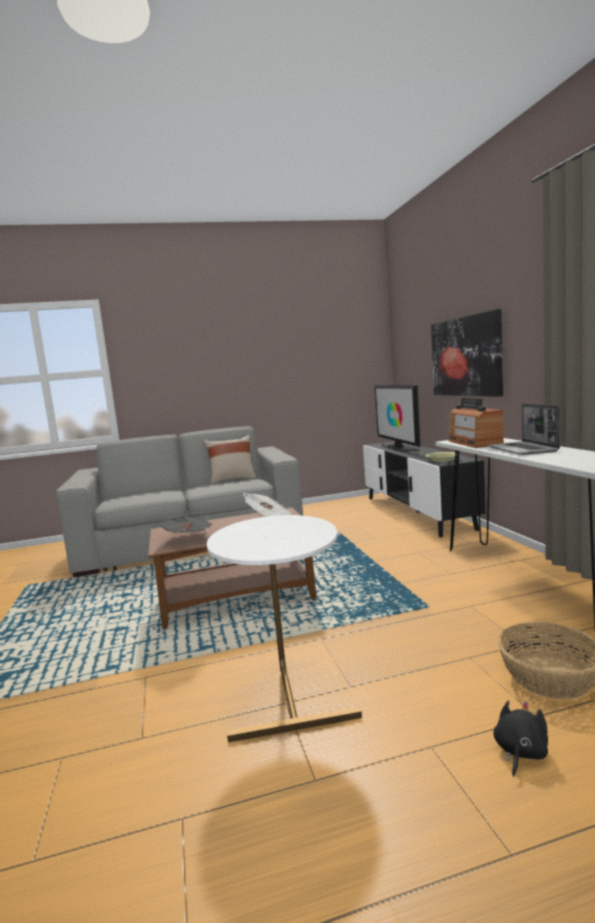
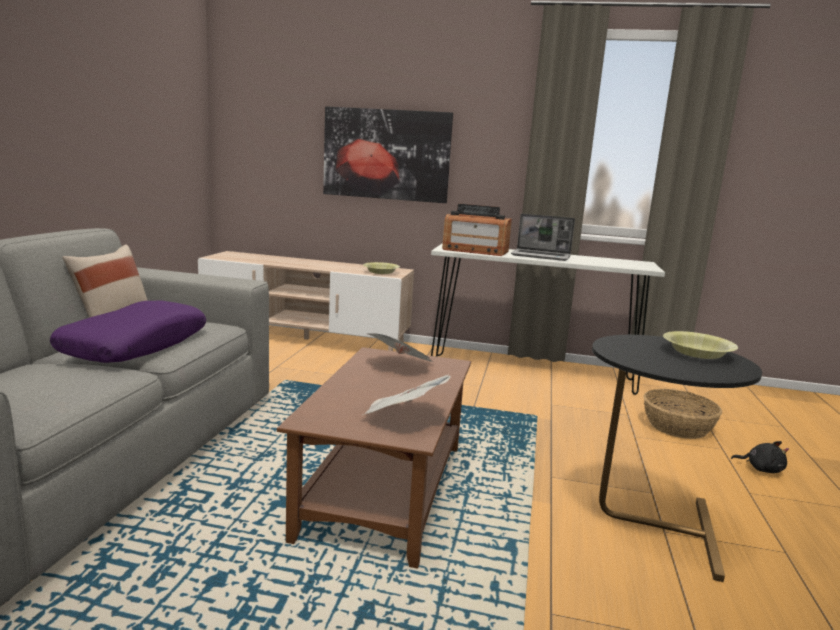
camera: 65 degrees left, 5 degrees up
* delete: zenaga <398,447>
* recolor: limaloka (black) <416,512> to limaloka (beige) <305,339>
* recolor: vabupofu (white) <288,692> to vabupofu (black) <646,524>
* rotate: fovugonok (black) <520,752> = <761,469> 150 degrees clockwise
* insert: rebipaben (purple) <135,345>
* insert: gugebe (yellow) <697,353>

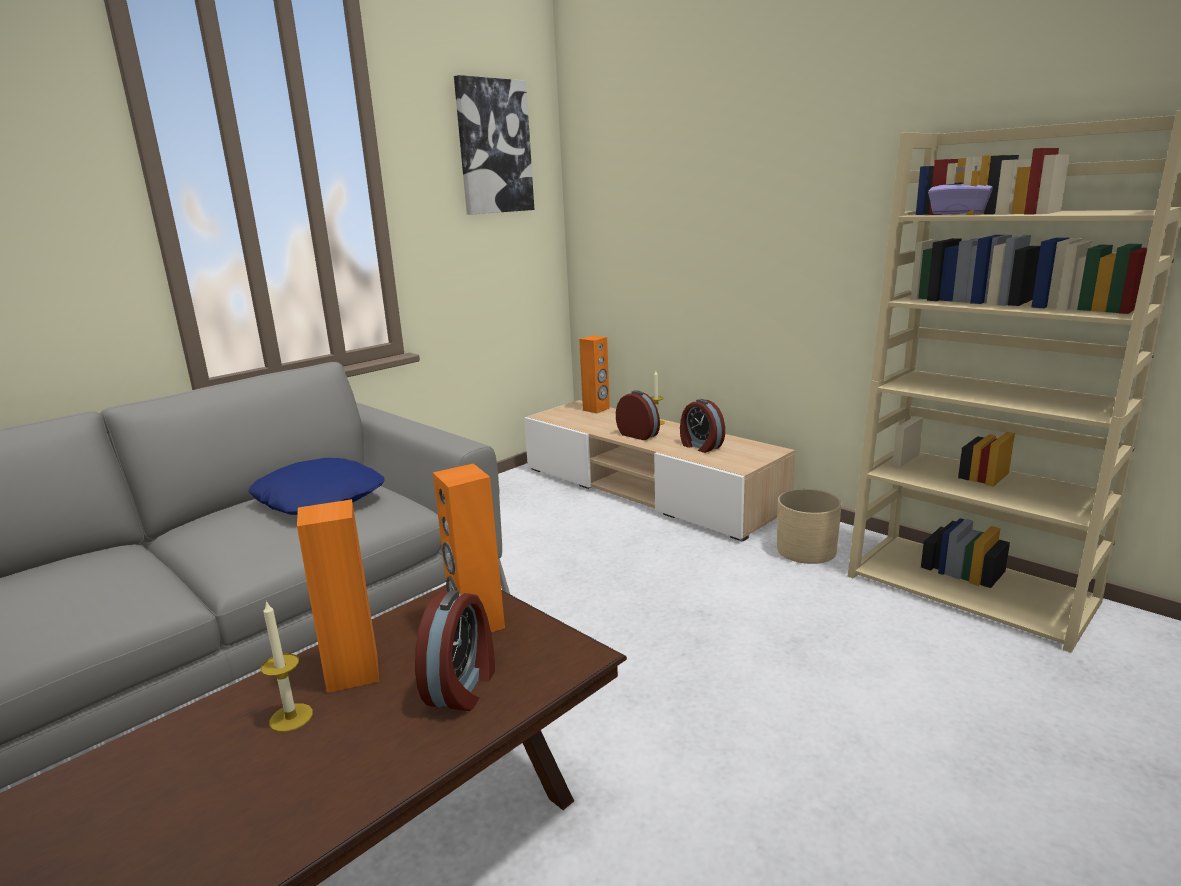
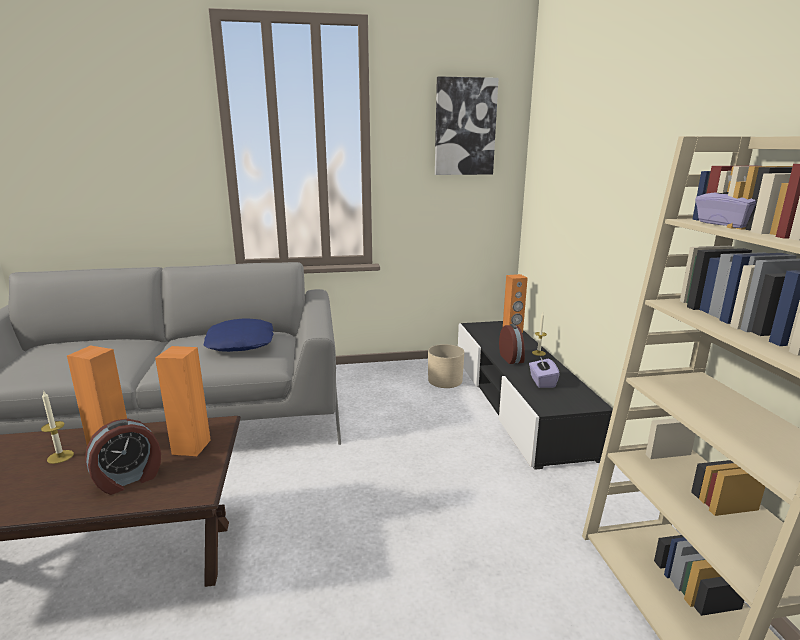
camera: 35 degrees right, 0 degrees up
* replace: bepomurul <700,446> to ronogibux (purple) <542,382>
* recolor: limaloka (beige) <648,489> to limaloka (black) <517,402>
* move: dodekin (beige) <805,550> to <445,380>

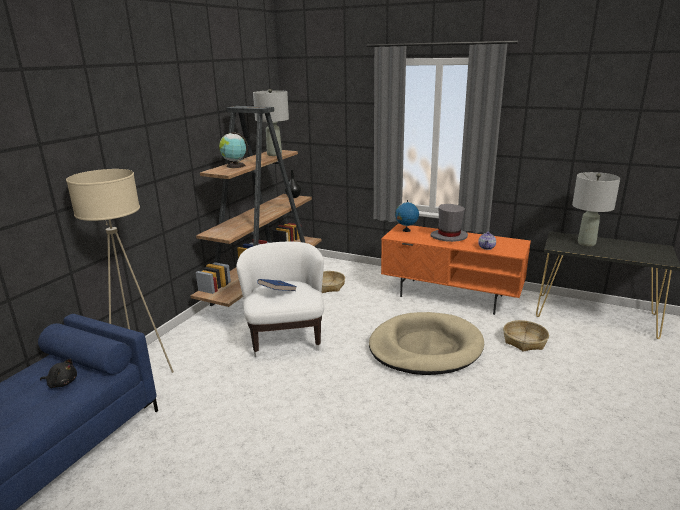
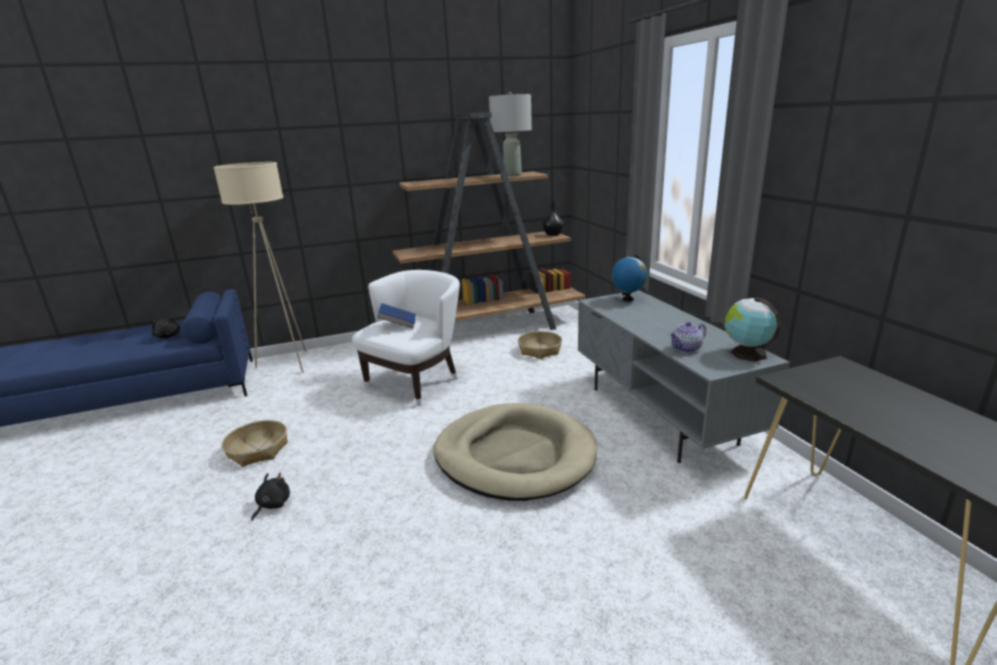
camera: 45 degrees right, 0 degrees up
* move: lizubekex <234,166> to <746,353>
* delete: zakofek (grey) <586,243>
* delete: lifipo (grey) <449,236>
* recolor: limaloka (orange) <452,296> to limaloka (grey) <661,415>
* move: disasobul <524,341> to <258,450>
* insert: fovugonok (black) <272,505>

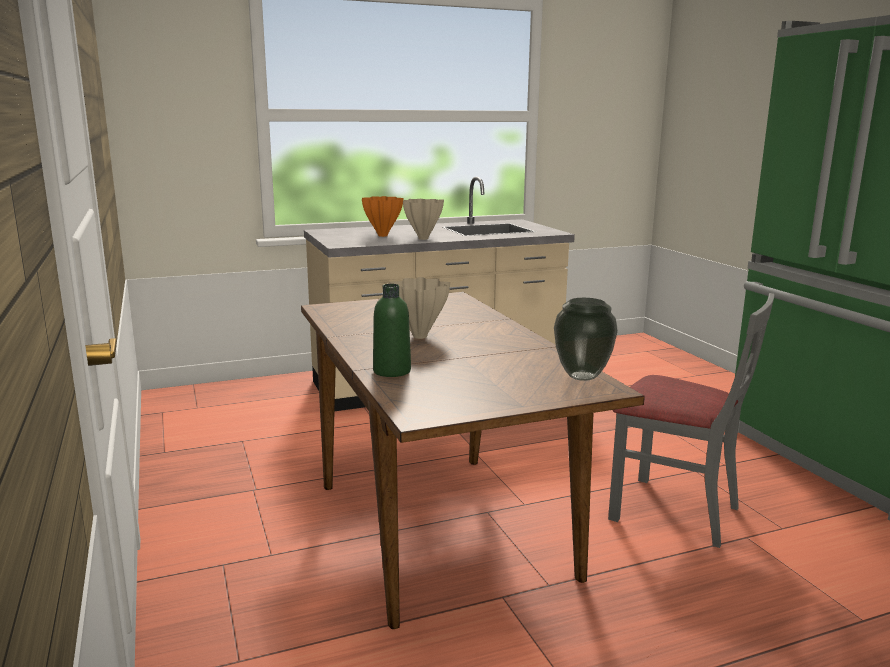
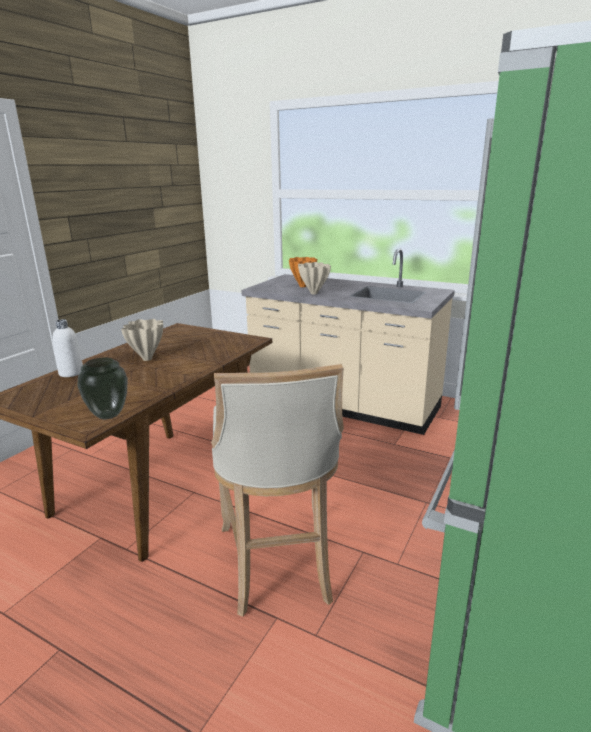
camera: 50 degrees right, 5 degrees up
* recolor: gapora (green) <392,371> to gapora (white) <71,373>
* replace: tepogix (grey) <674,511> to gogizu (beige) <278,565>

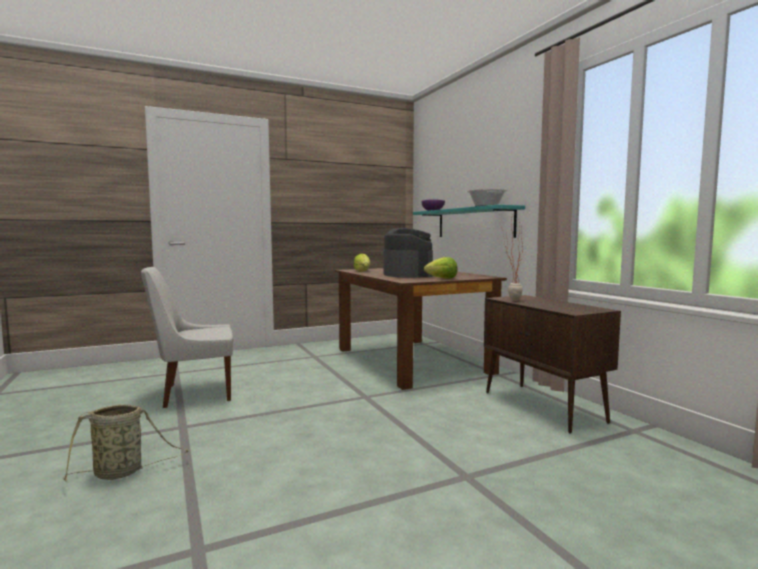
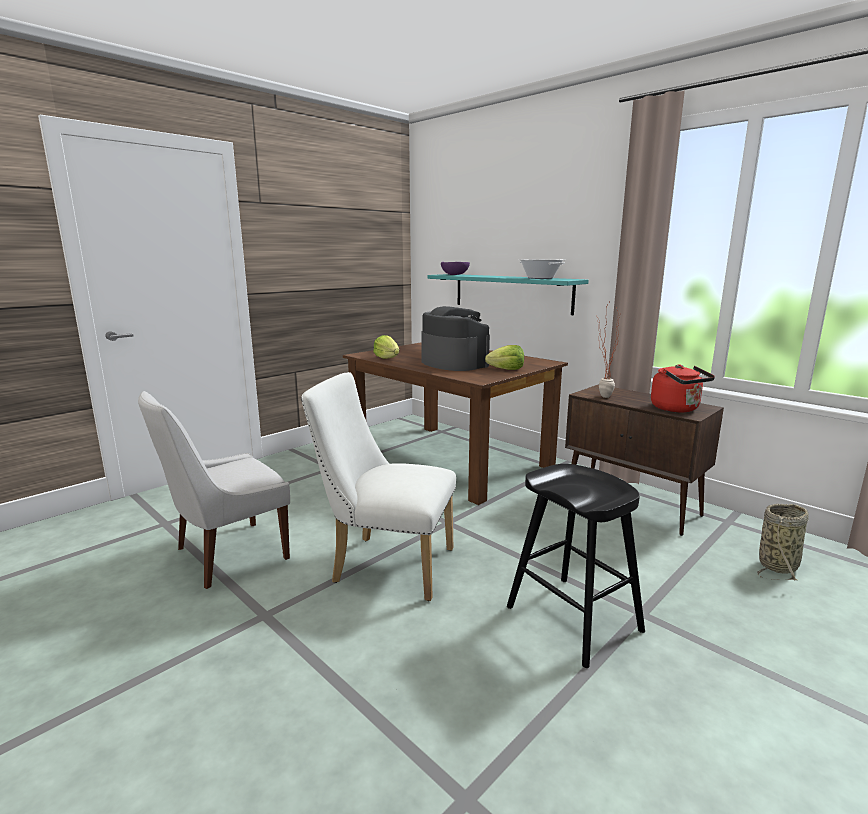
camera: 20 degrees left, 10 degrees up
* move: disasobul <122,472> to <778,565>
* insert: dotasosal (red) <677,409>
* insert: tepogix (white) <385,564>
* insert: gogizu (black) <573,618>

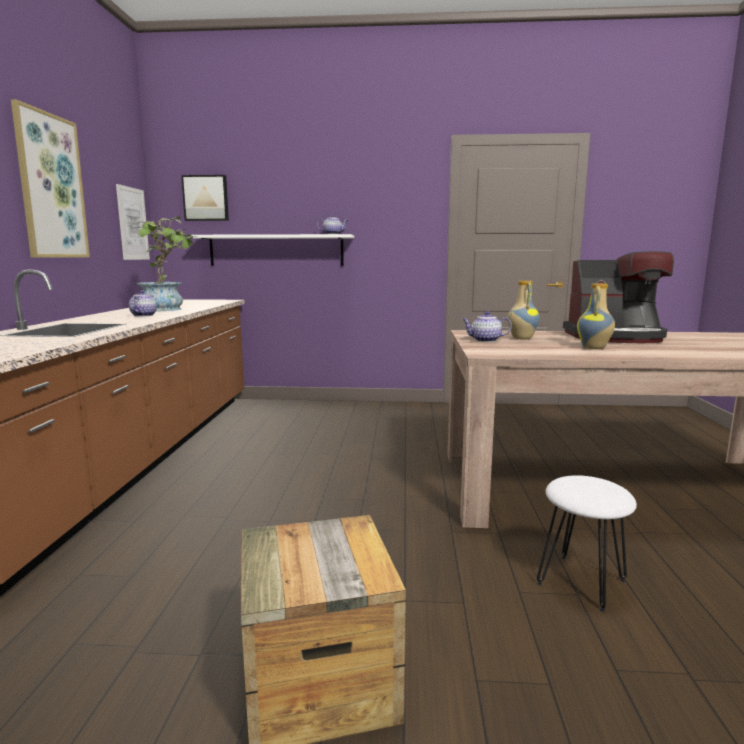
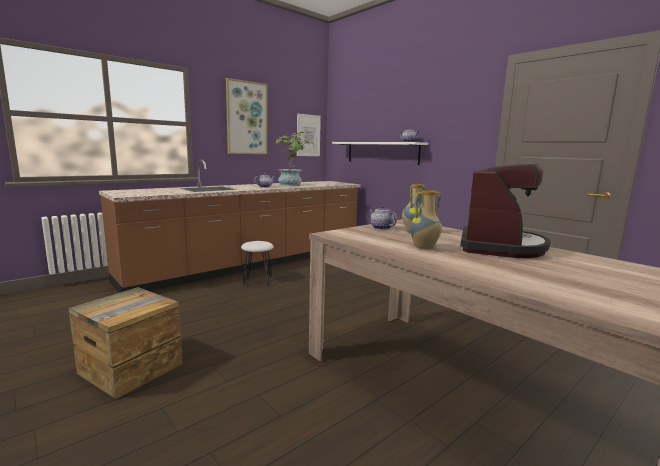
camera: 45 degrees right, 0 degrees up
* delete: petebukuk <206,198>
* rotate: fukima <614,337> = <500,247> 120 degrees counterclockwise
* move: gogizu (white) <581,582> to <257,281>

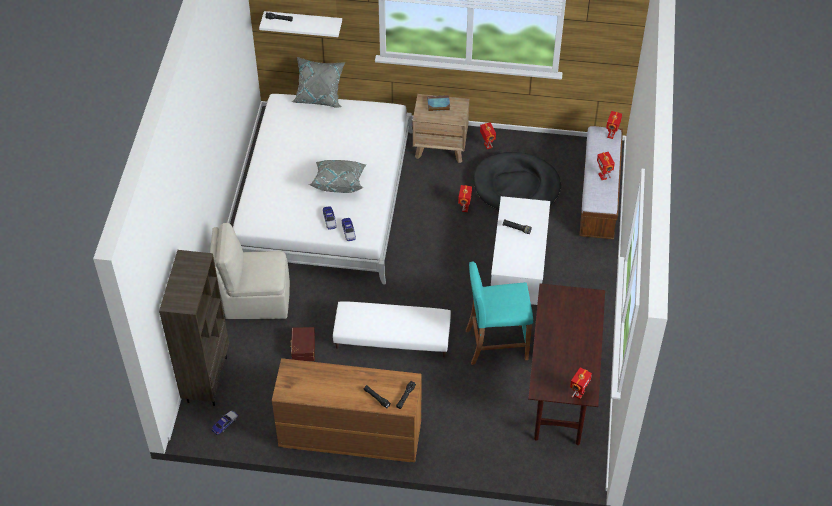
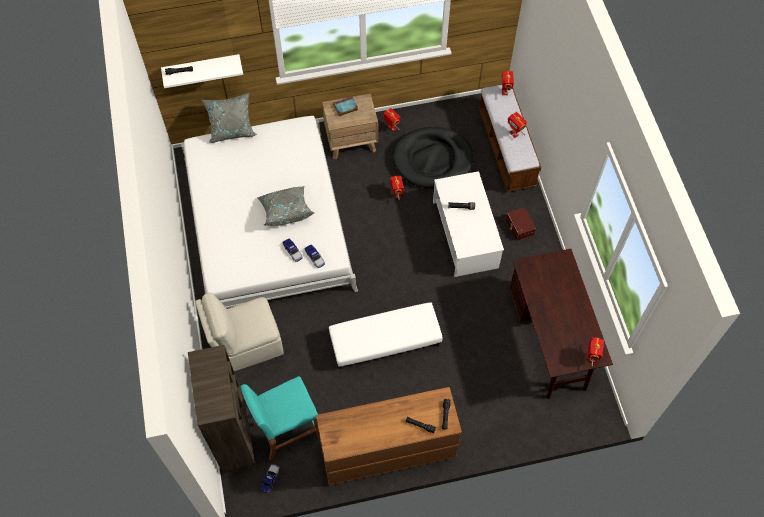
camera: 20 degrees left, 10 degrees up
* move: gogizu (turquoise) <496,344> to <287,430>
* move: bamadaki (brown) <302,348> to <519,227>

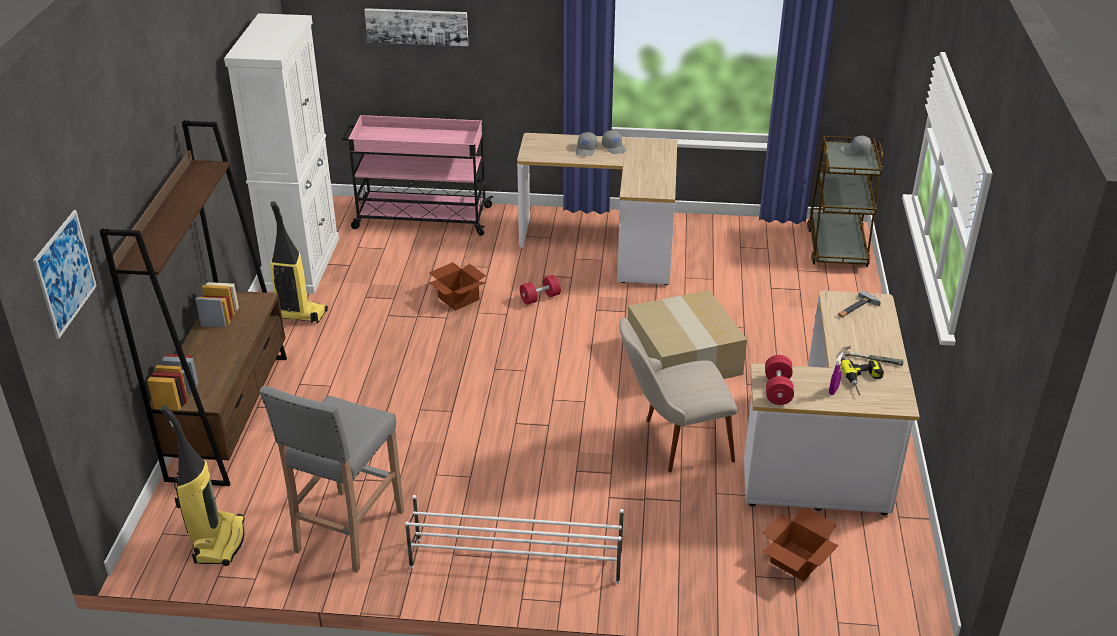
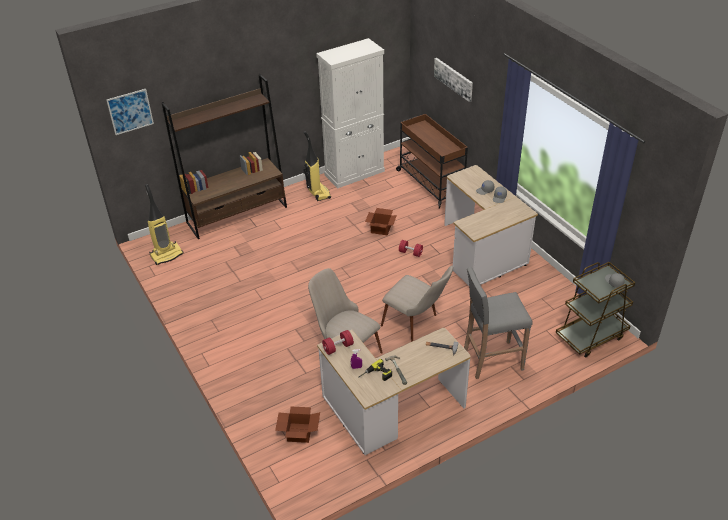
camera: 55 degrees right, 5 degrees up
* recolor: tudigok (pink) <420,218> to tudigok (brown) <430,183>
* replace: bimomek <685,358> to tepogix (beige) <416,324>
* move: gogizu (grey) <347,532> to <491,360>
* delete: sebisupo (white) <515,560>

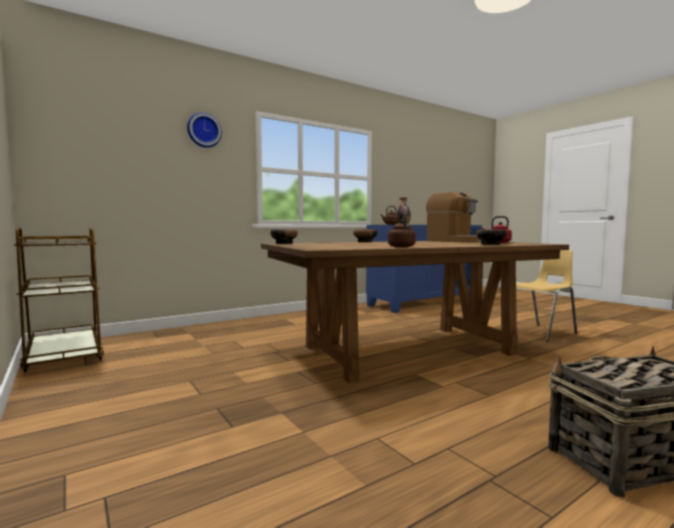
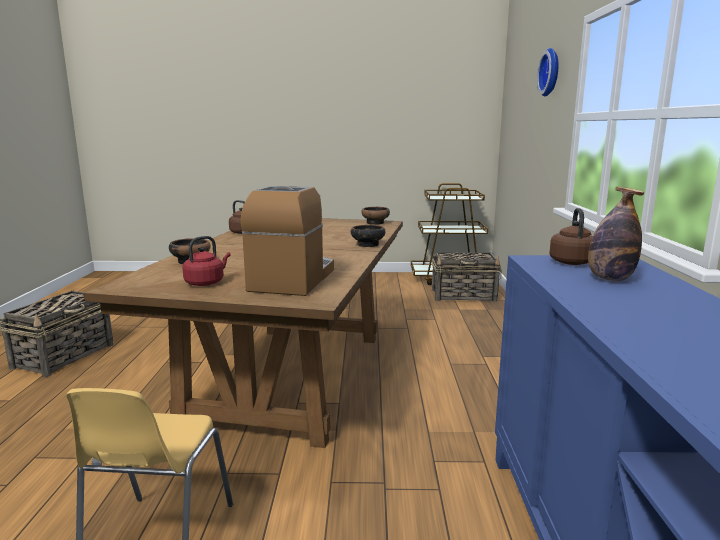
camera: 125 degrees right, 10 degrees up
* rotate: fukima <455,241> = <293,280> 105 degrees clockwise
* insert: disasobul <464,295>

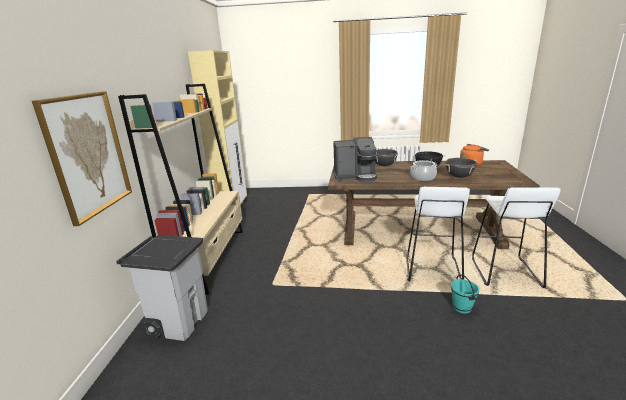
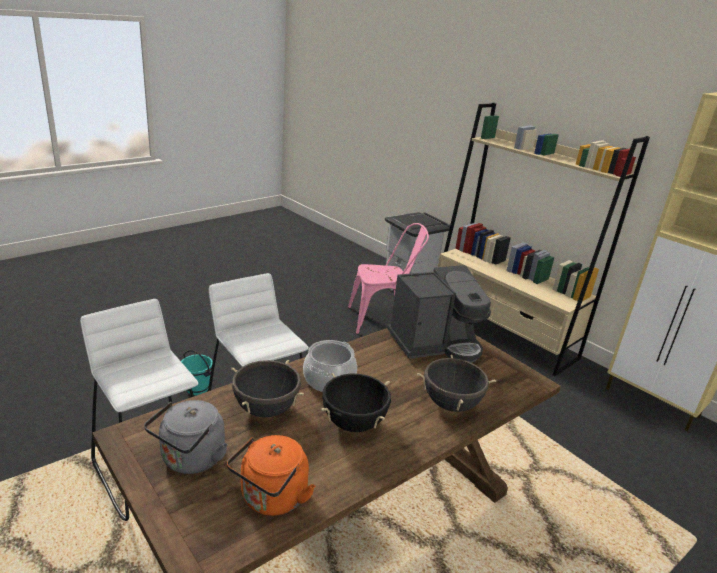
camera: 130 degrees right, 5 degrees up
* delete: petebukuk <88,154>
* rotate: fukima <355,176> = <435,343> 150 degrees counterclockwise
* insert: tepogix (pink) <383,319>
* insert: dotasosal (grey) <190,460>

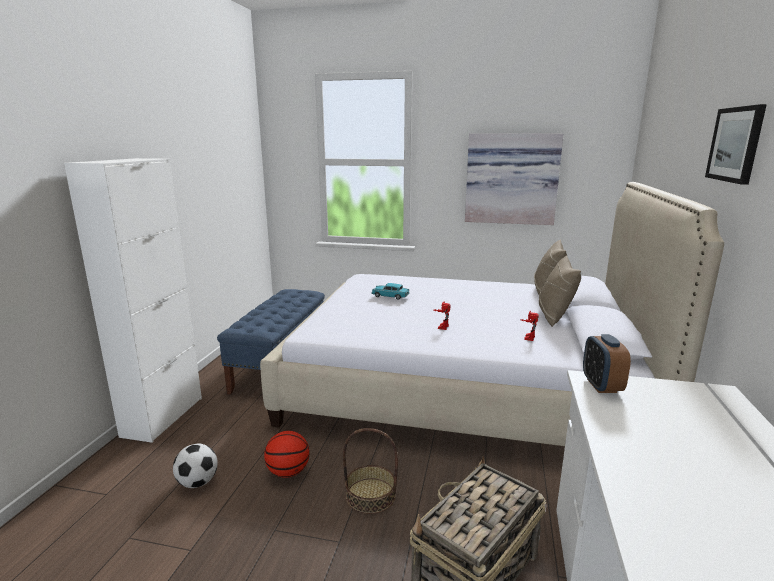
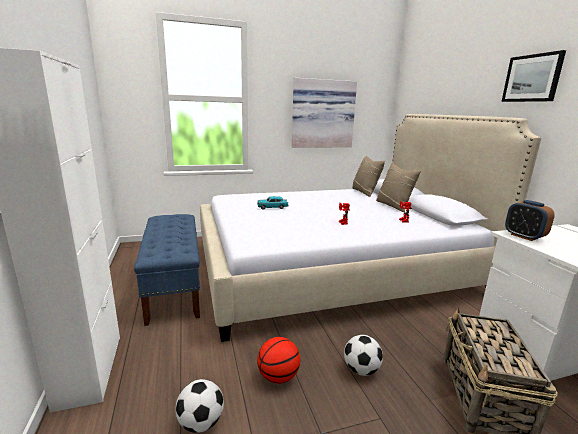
camera: 30 degrees left, 0 degrees up
* replace: disasobul <370,495> to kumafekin <361,370>

